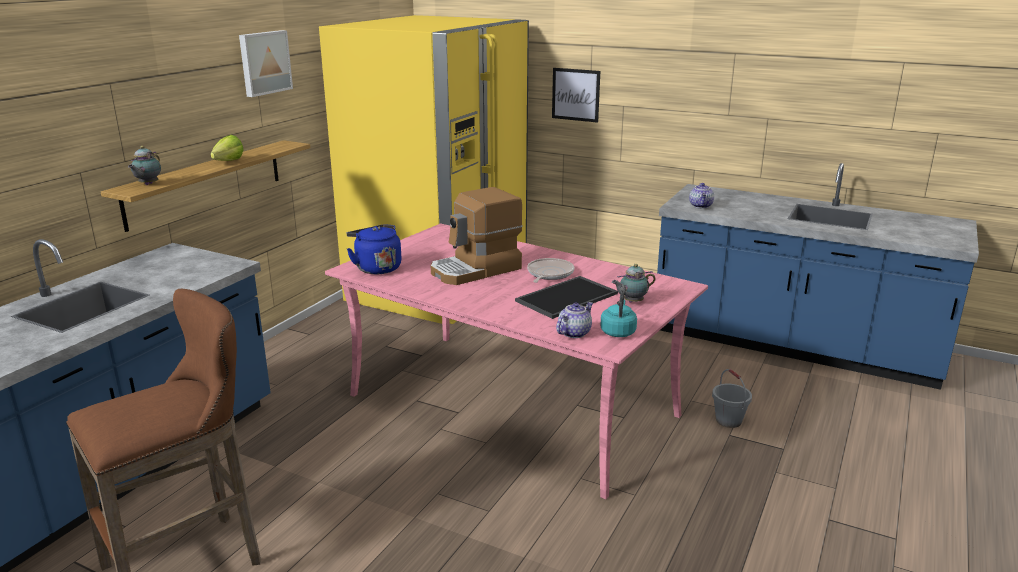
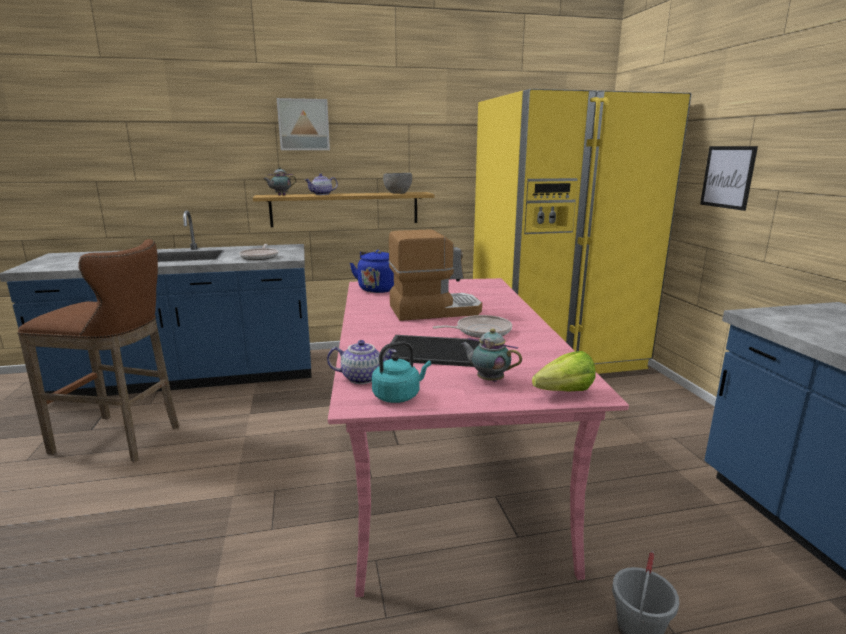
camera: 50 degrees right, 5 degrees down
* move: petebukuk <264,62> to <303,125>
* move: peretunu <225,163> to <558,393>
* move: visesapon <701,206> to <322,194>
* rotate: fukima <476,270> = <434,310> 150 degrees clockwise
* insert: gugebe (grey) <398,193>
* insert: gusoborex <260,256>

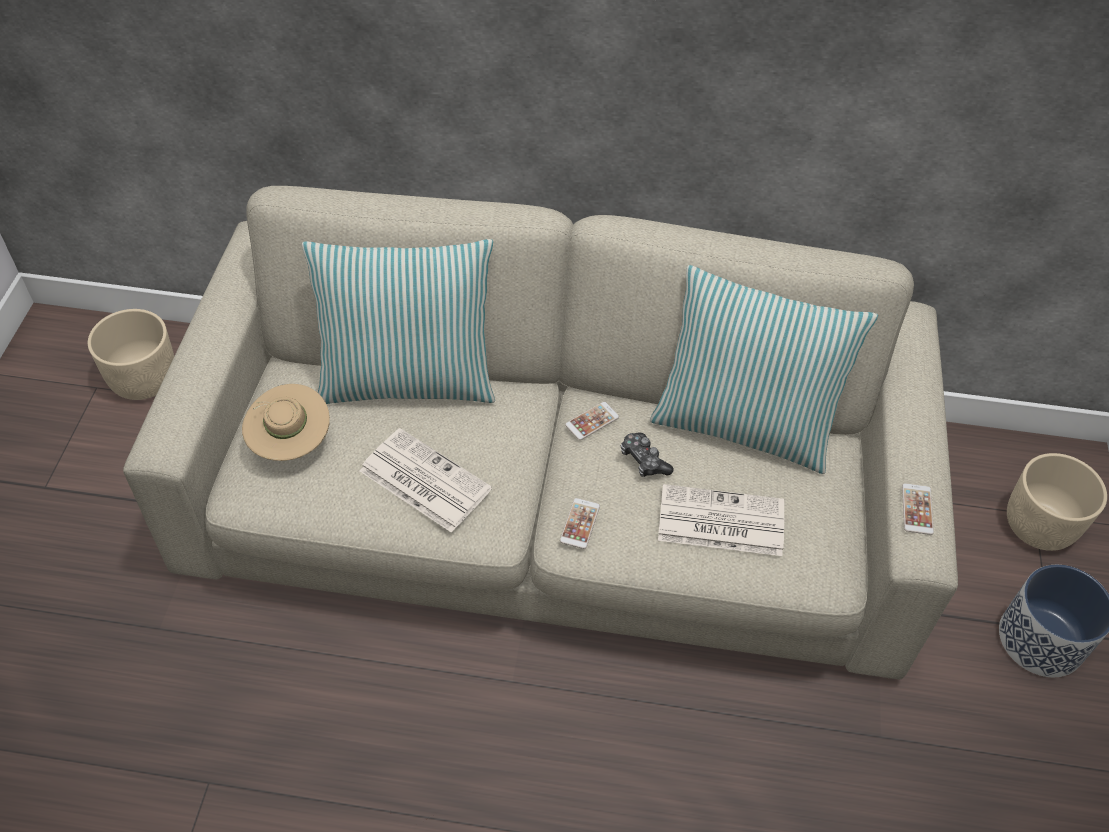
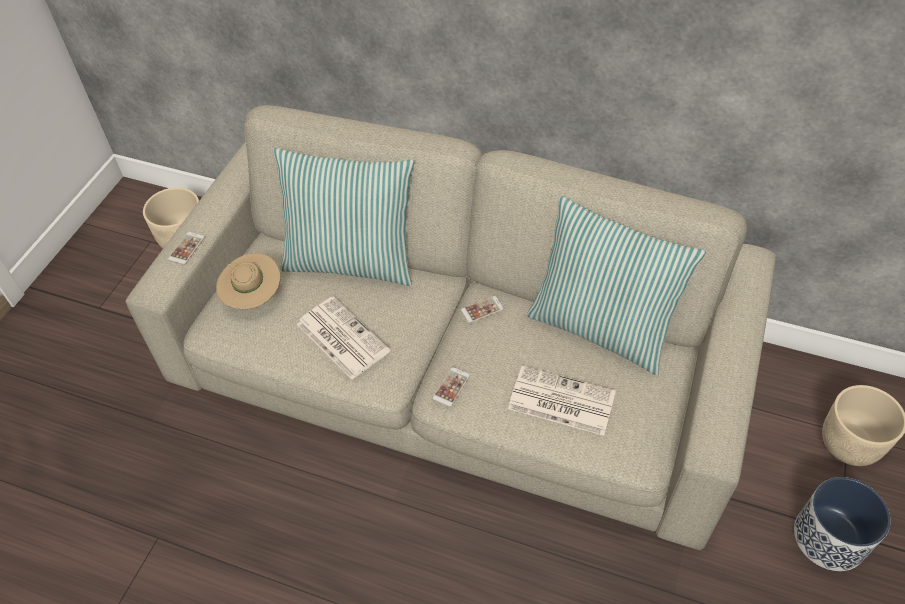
camera: 15 degrees right, 0 degrees up
* delete: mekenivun <643,460>
* move: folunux <917,509> to <186,248>

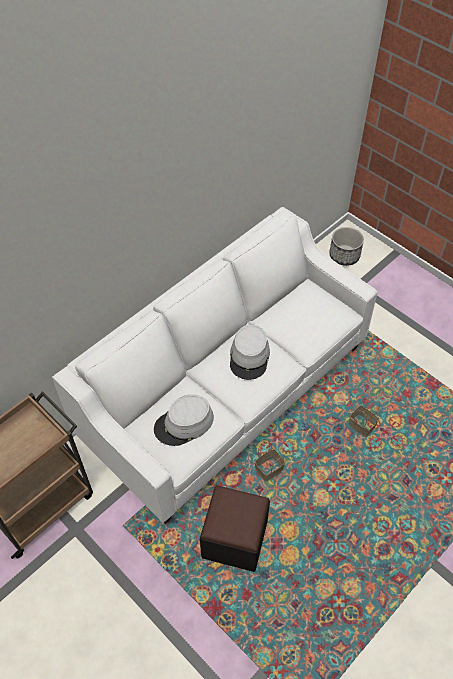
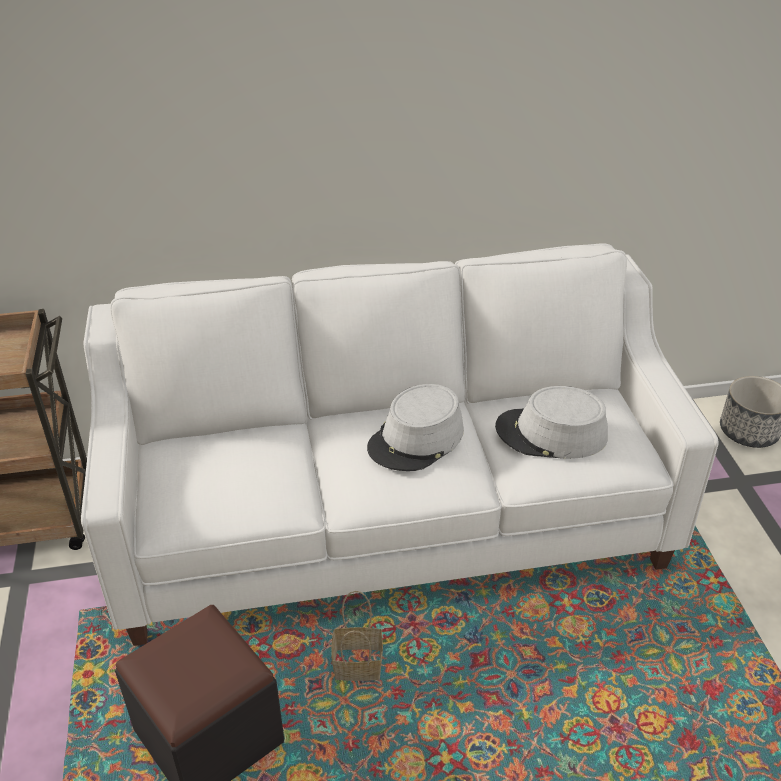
camera: 35 degrees right, 15 degrees down
* move: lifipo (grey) <184,424> to <551,434>
* delete: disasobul <362,426>

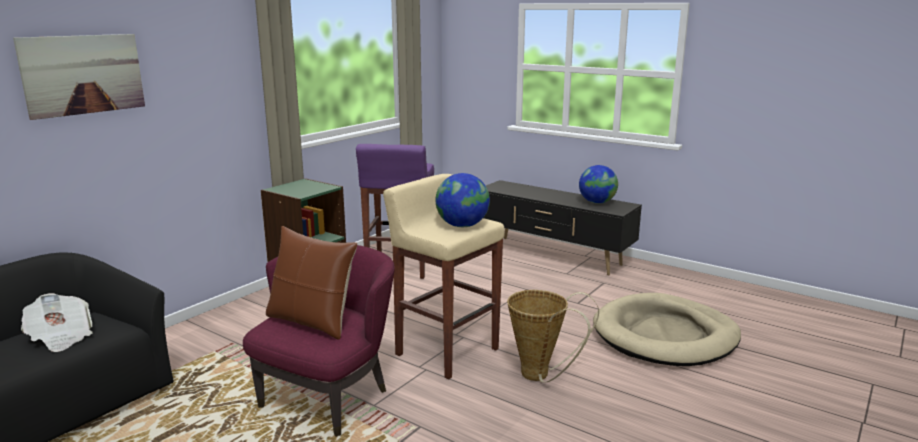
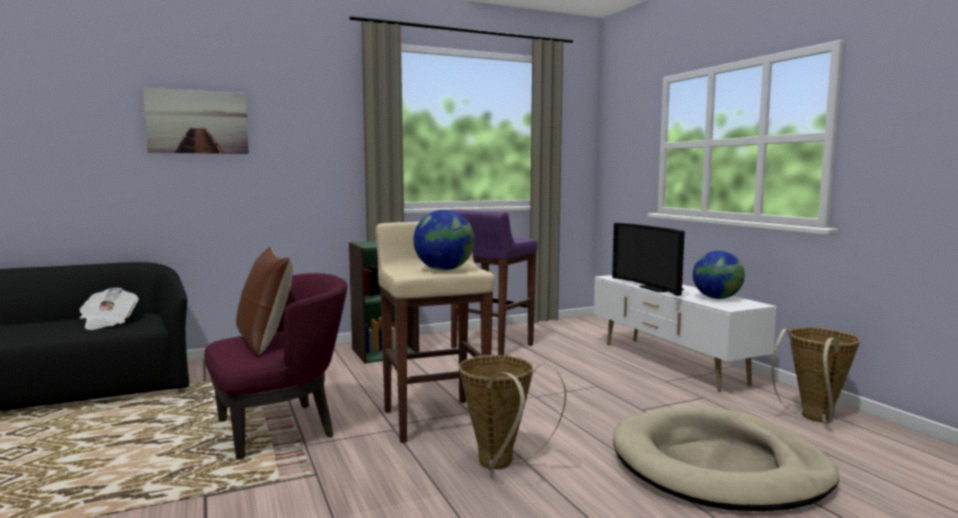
camera: 30 degrees right, 10 degrees down
* recolor: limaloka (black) <553,256> to limaloka (white) <670,363>
* insert: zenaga <655,288>
* insert: disasobul <813,419>

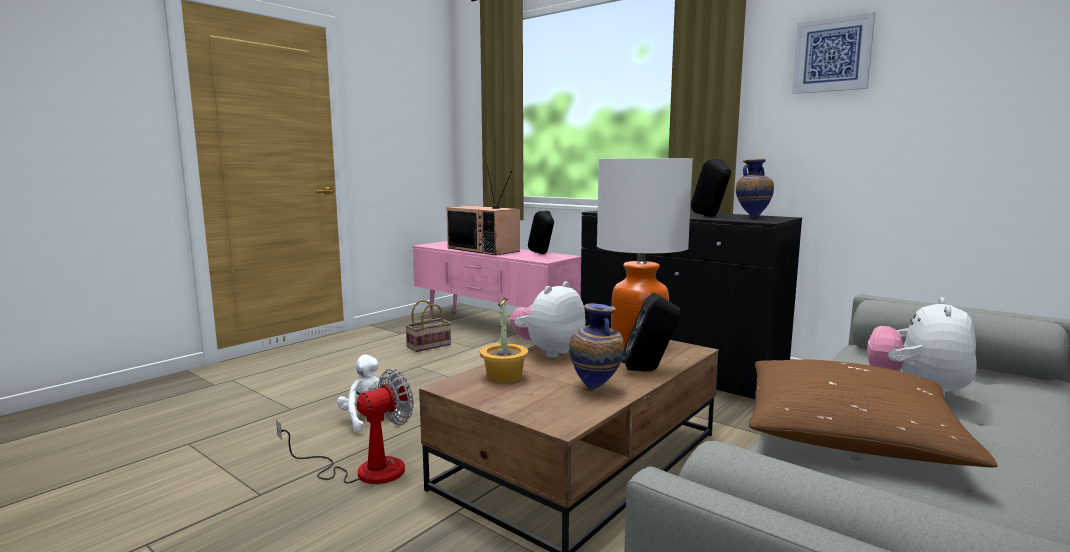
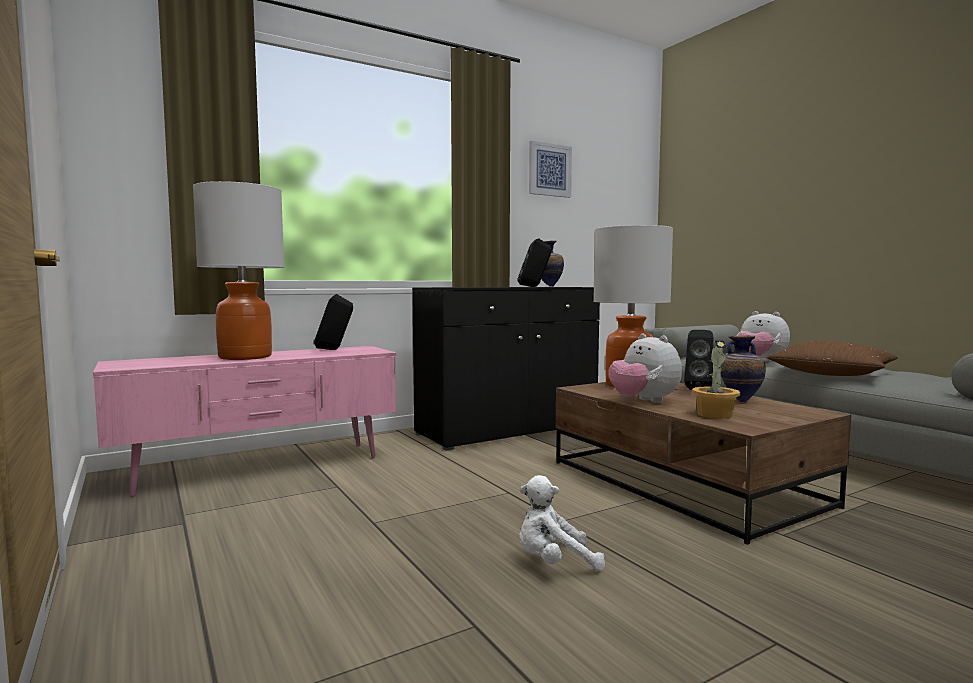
camera: 70 degrees left, 5 degrees down
* replace: zenaga <485,249> to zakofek <245,357>
* delete: disasobul <429,345>
* delete: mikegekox <364,470>

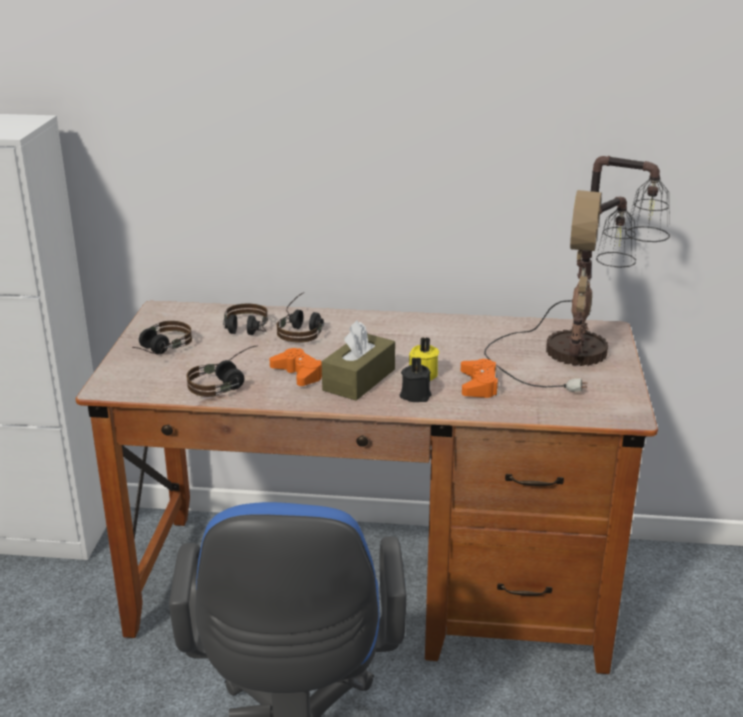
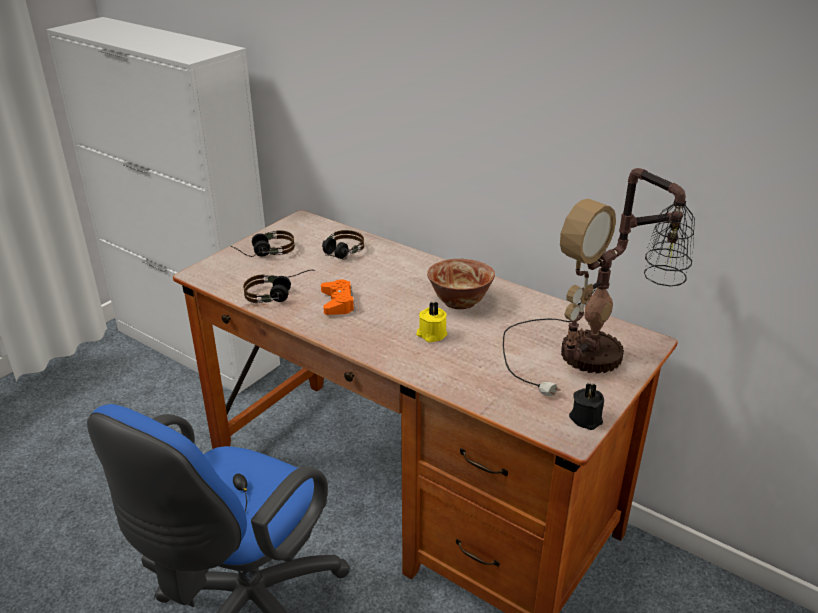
camera: 30 degrees right, 5 degrees up
* delete: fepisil <302,329>
* delete: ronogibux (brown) <359,380>
* move: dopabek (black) <415,395> to <586,418>
* delete: mekenivun (orange) <479,385>
* insert: gugebe <459,302>

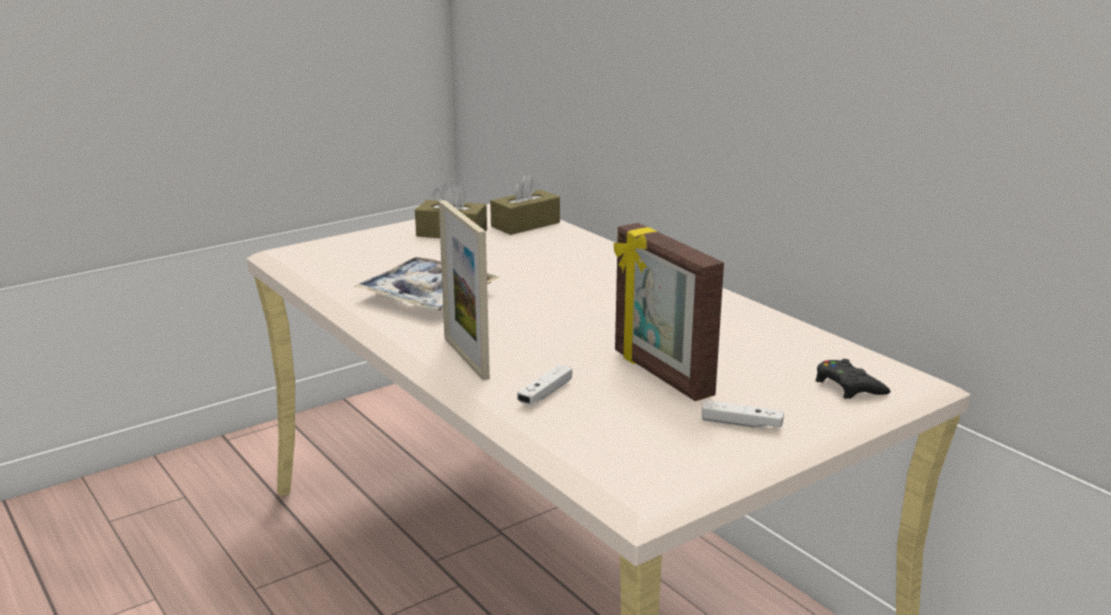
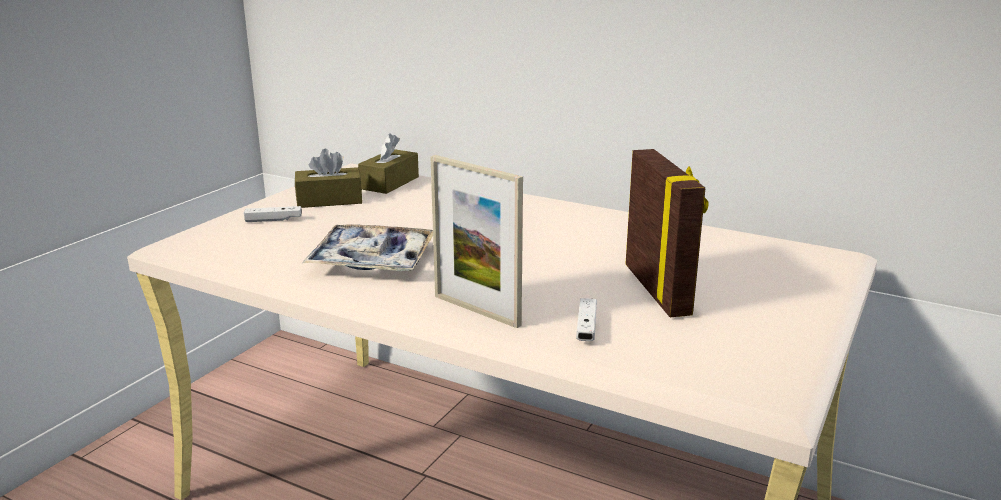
camera: 25 degrees left, 0 degrees up
* rotate: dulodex <660,374> = <659,290> 135 degrees counterclockwise
* delete: mekenivun (black) <848,386>
* move: mekenivun (white) <741,424> to <273,220>

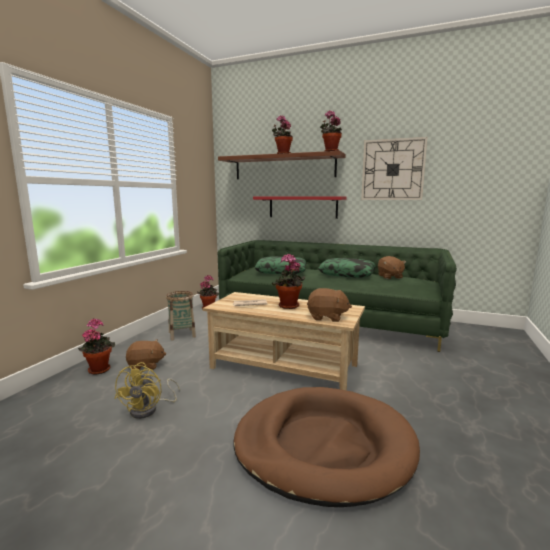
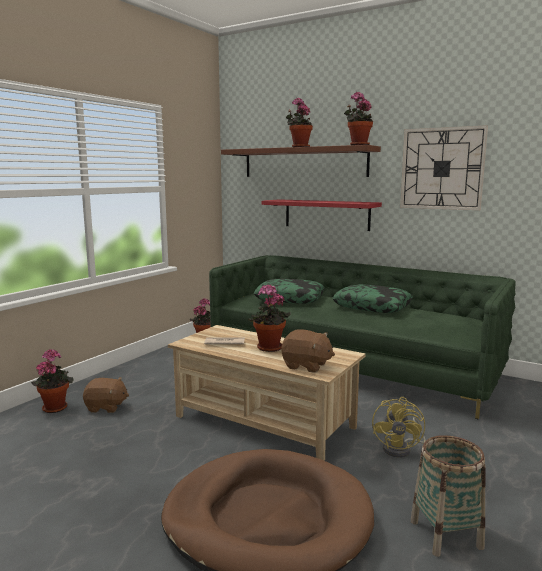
camera: 10 degrees right, 0 degrees up
* delete: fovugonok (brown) <389,277>
* move: disasobul <182,334> to <446,534>
* move: mikegekox (yellow) <149,409> to <401,449>

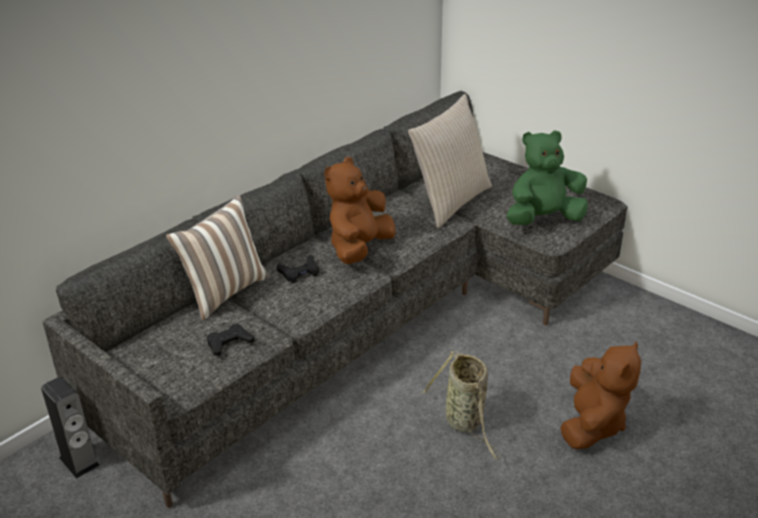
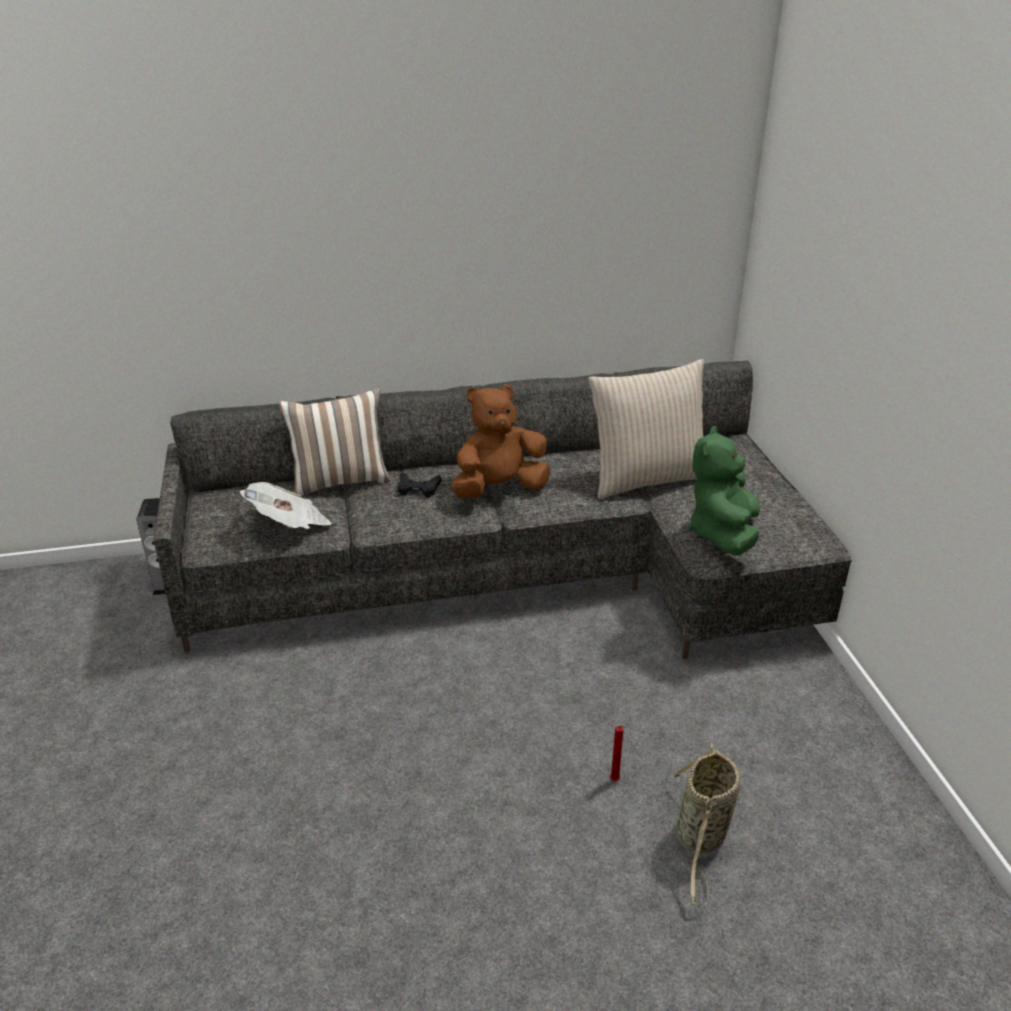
camera: 35 degrees right, 0 degrees up
* rotate: fovugonok (green) <543,219> = <723,534> 90 degrees counterclockwise
* replace: mekenivun (black) <229,343> to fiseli <290,524>
* replace: fovugonok (brown) <592,424> to dopabek (red) <615,781>
* move: disasobul <465,423> to <700,839>

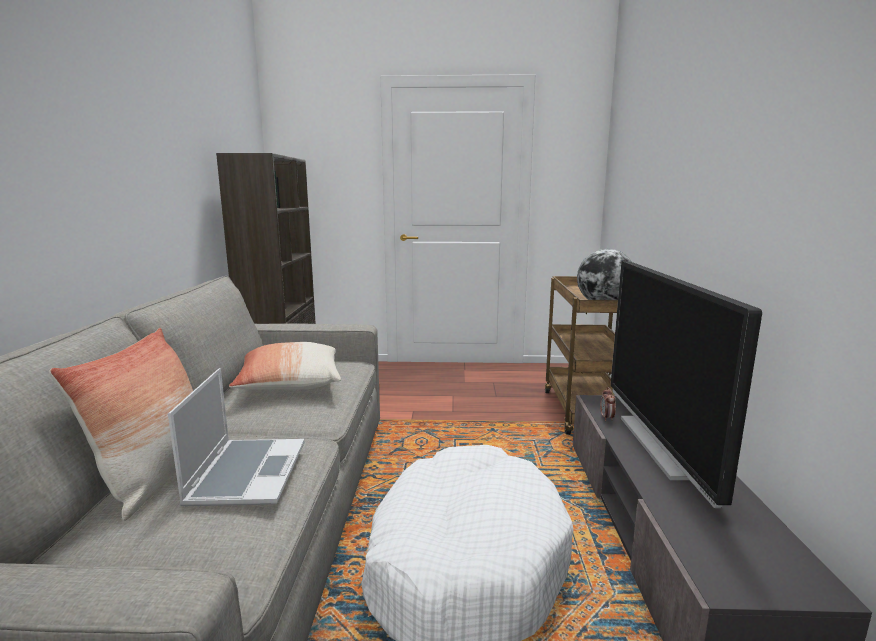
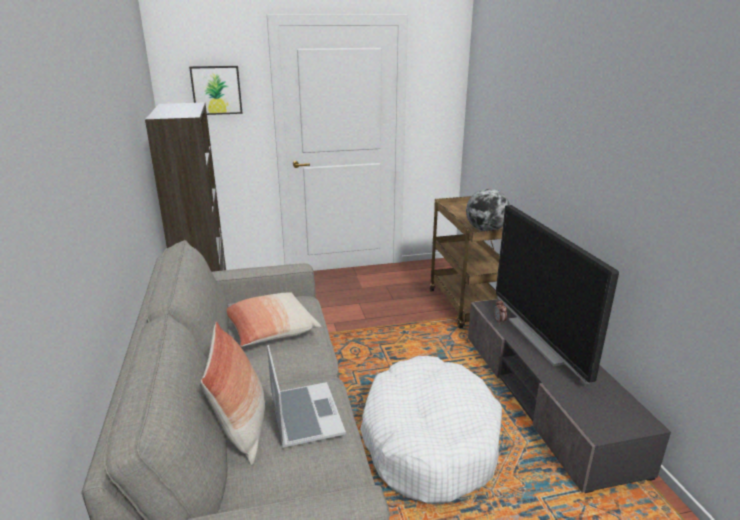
camera: 15 degrees left, 10 degrees up
* insert: petebukuk <216,90>

